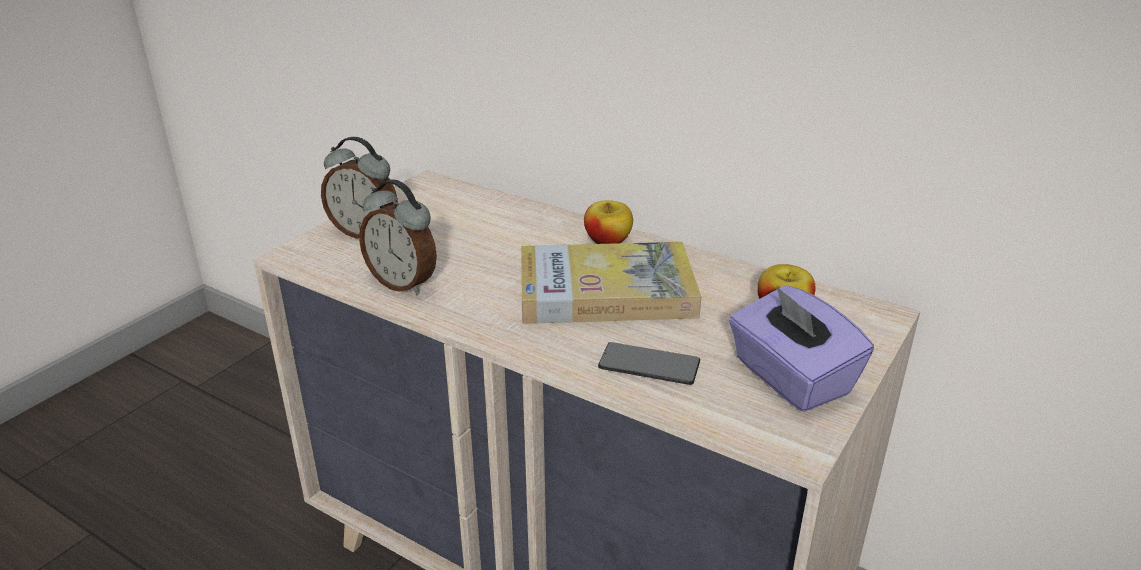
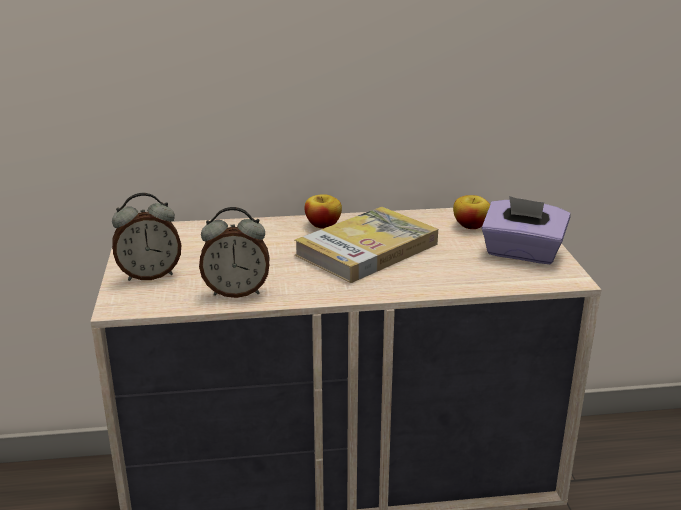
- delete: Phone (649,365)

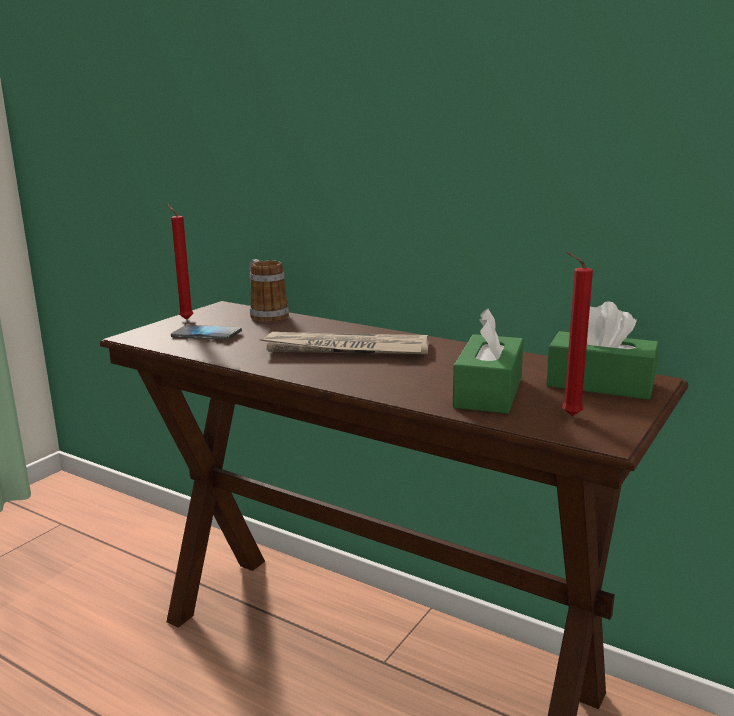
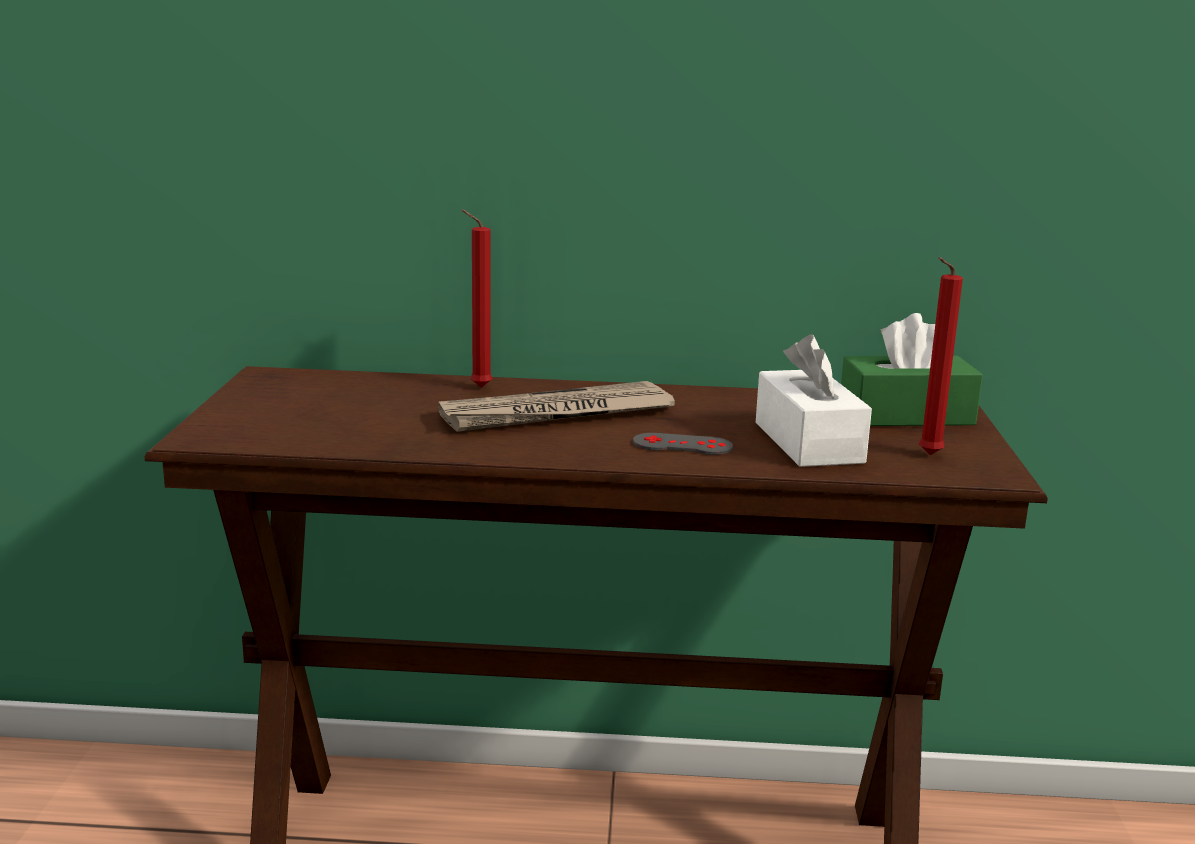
- move: RedCandle (185,319) to (477,387)
- insert: GreyGameController (682,445)
- recolor: GreenColouredTissueBox (488,392) to WhitishTissueBox (808,442)
- delete: Phone (206,334)
- delete: TeaMug (265,315)

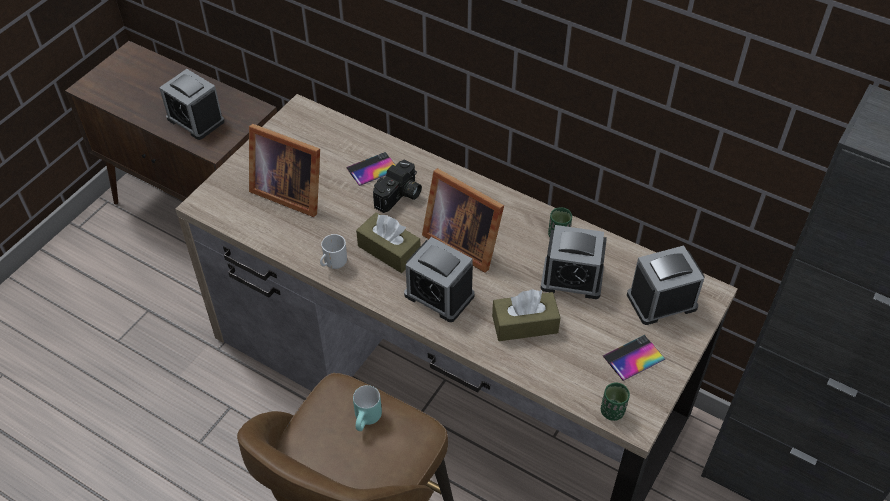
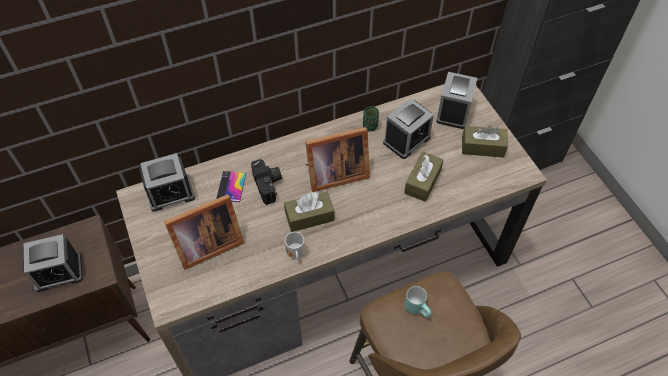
- move: TableClock (439,295) to (170,193)
- replace: Phone (633,358) to BrownColouredTissueBox (482,147)
- delete: GreenColouredSmallCup (612,411)

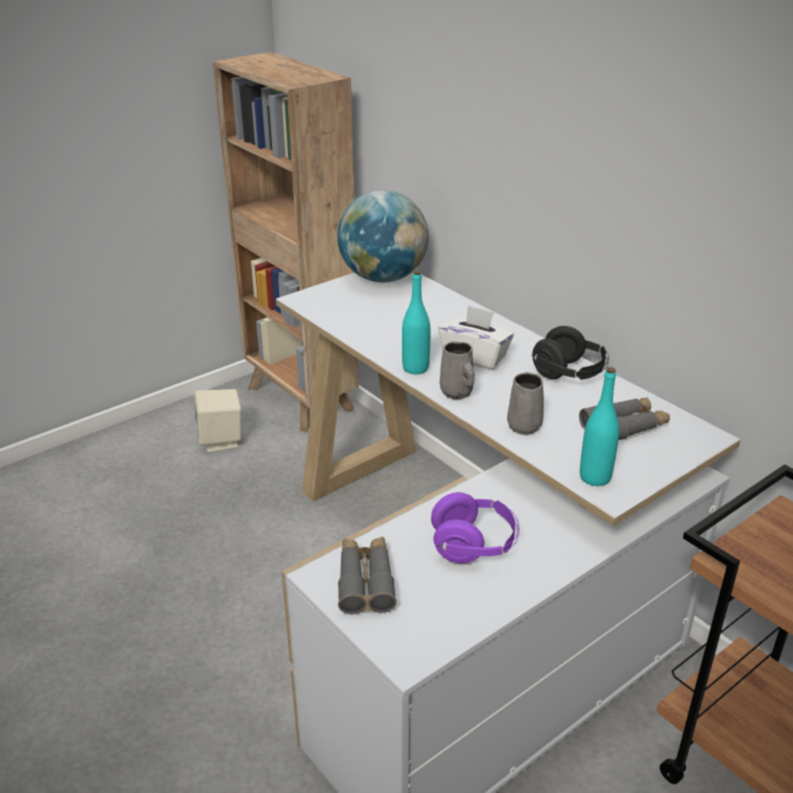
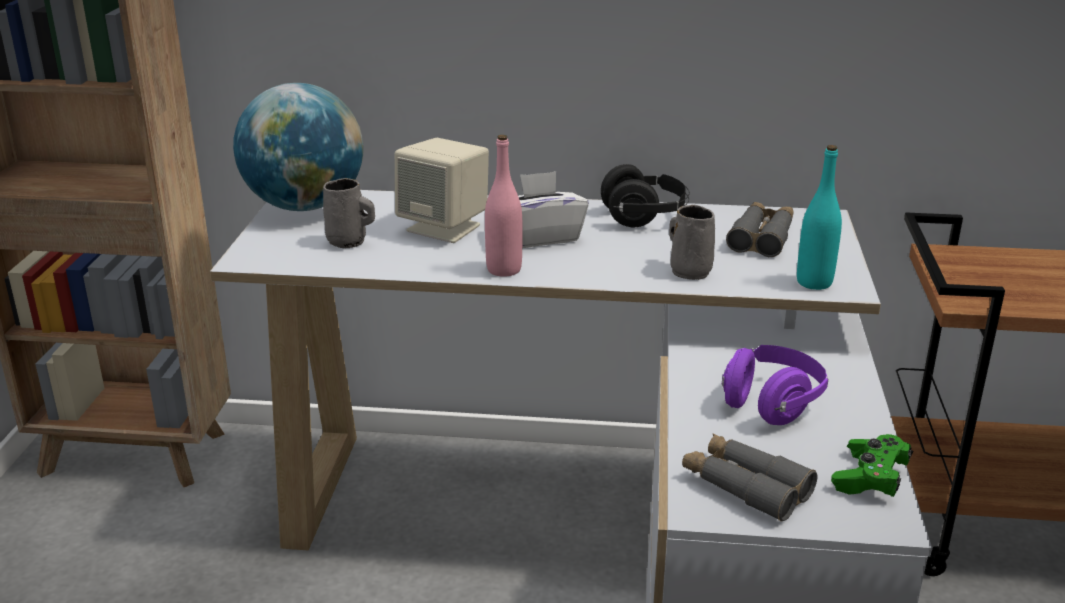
- move: GreyTeaMug (457,393) to (349,242)
- move: BeigeColouredAudioSpeaker (221,440) to (445,228)
- recolor: BlueGreenDrinkBottle (415,368) to PinkDrinkBottle (504,269)
- insert: GreenColouredGameController (870,478)

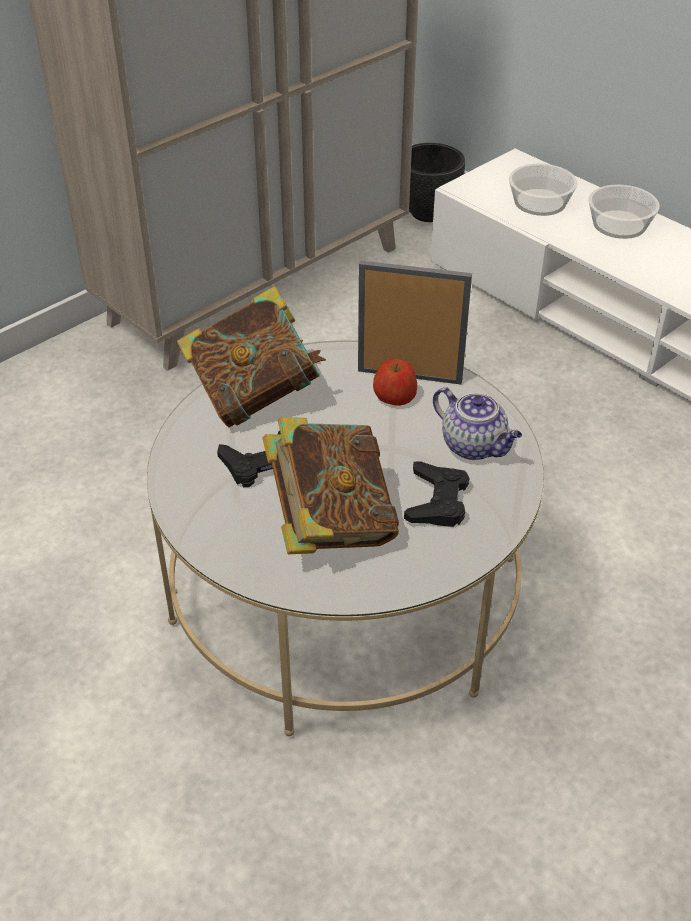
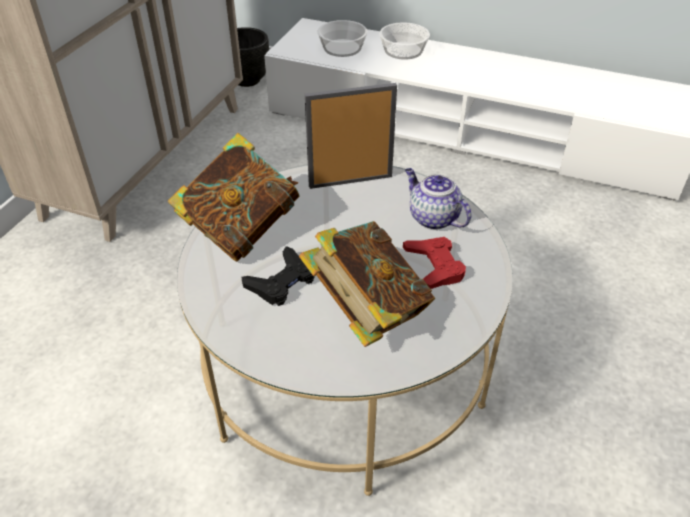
- recolor: BlackishGameController (437,501) to RedGameController (434,266)
- rotate: TeaPot (475,446) = (432,218) 150 degrees counterclockwise
- delete: Apple (394,397)

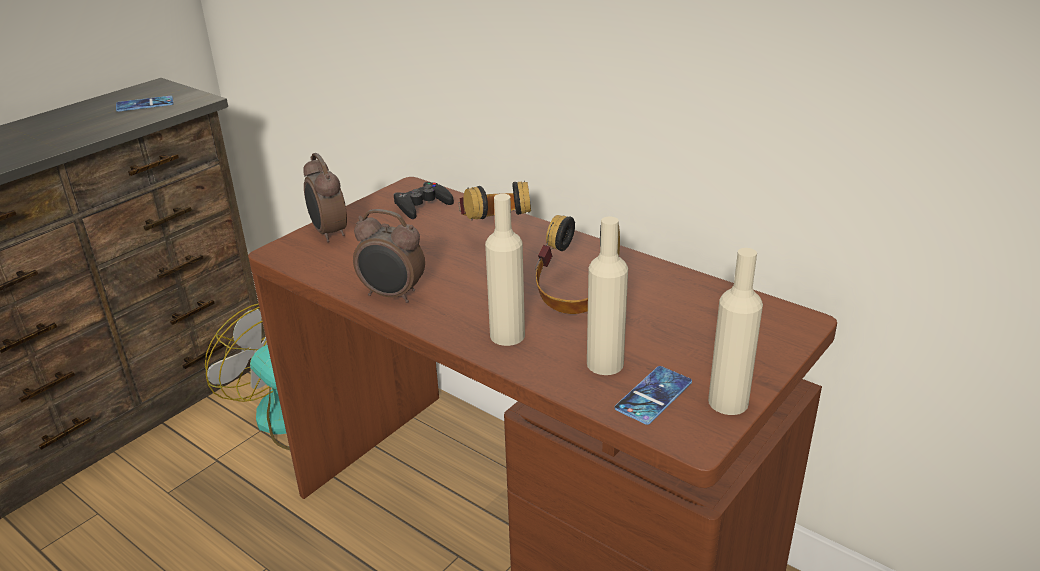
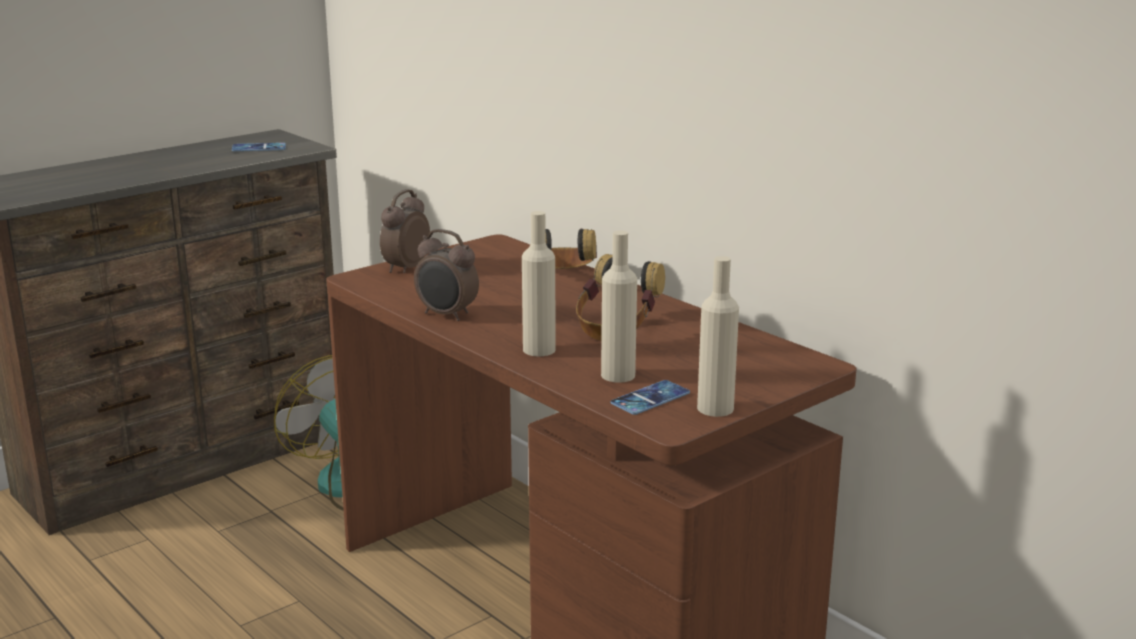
- rotate: TableClock (328,233) = (405,268) 45 degrees clockwise
- delete: BlackishGameController (422,206)

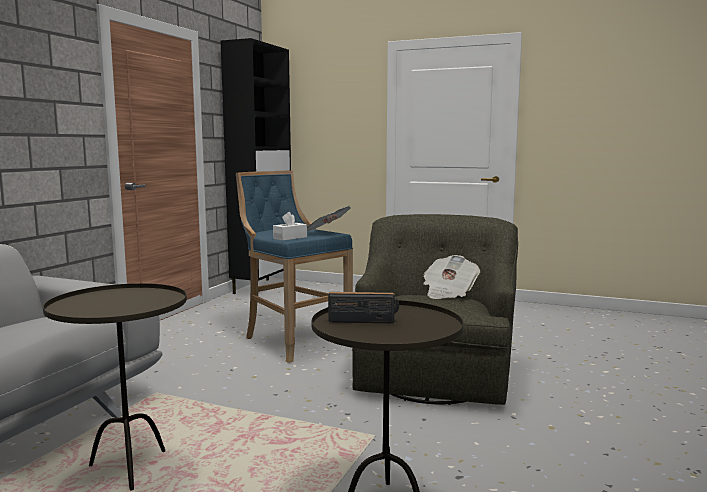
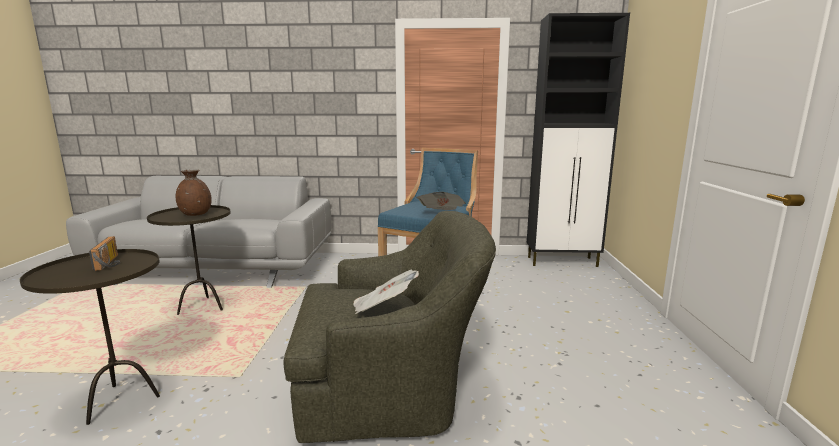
- insert: BrownColouredVase (196,214)
- delete: WhitishTissueBox (290,238)

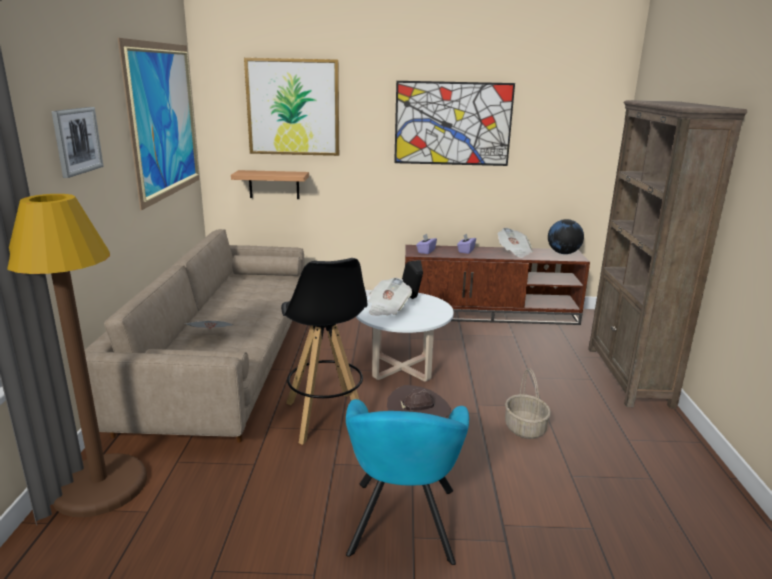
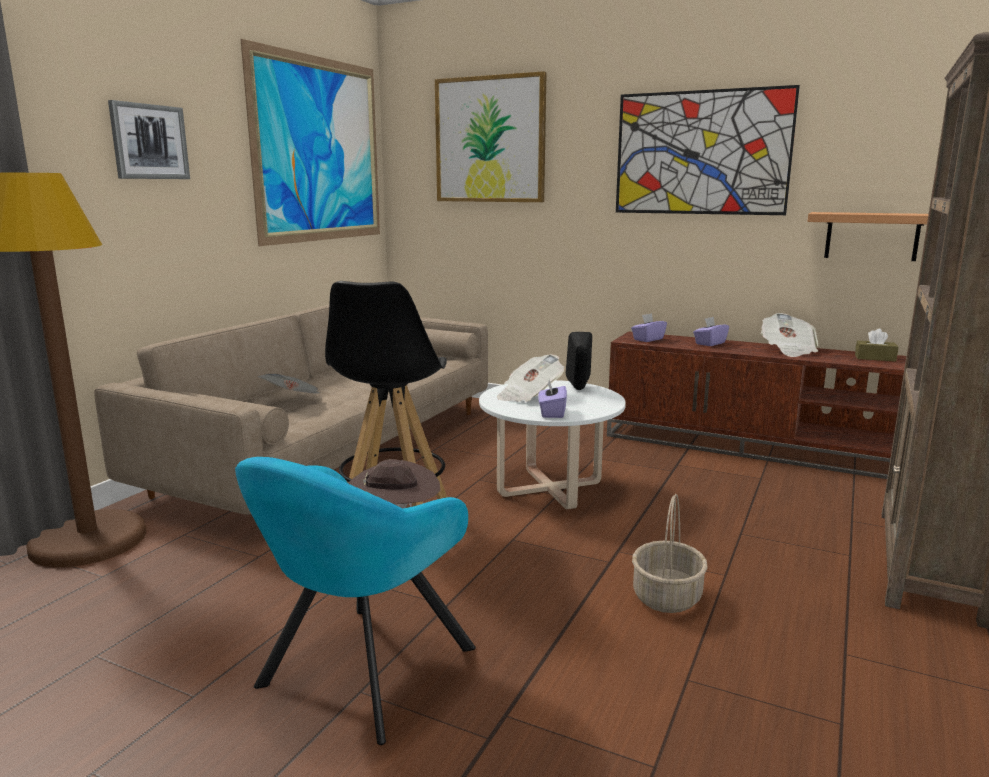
- insert: PurpleTissueBox (552,413)
- move: BracketShelf (274,184) to (872,236)
- replace: DeskGlobe (563,253) to BrownColouredTissueBox (875,358)

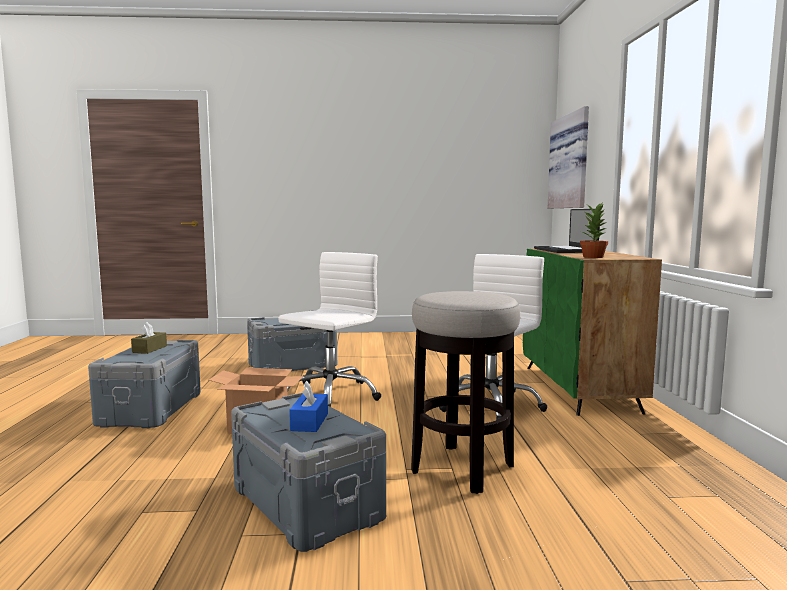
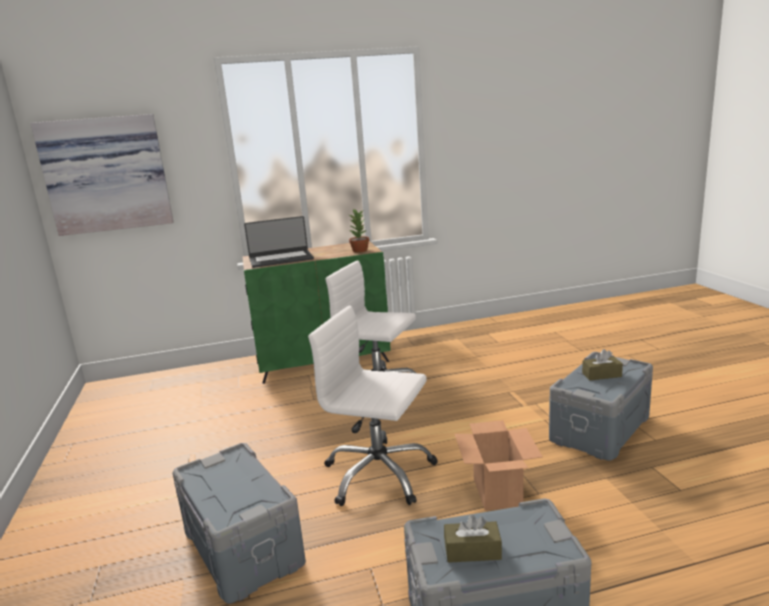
- recolor: BluishTissueBox (309,422) to BrownColouredTissueBox (601,375)
- delete: StoolSeat (462,468)

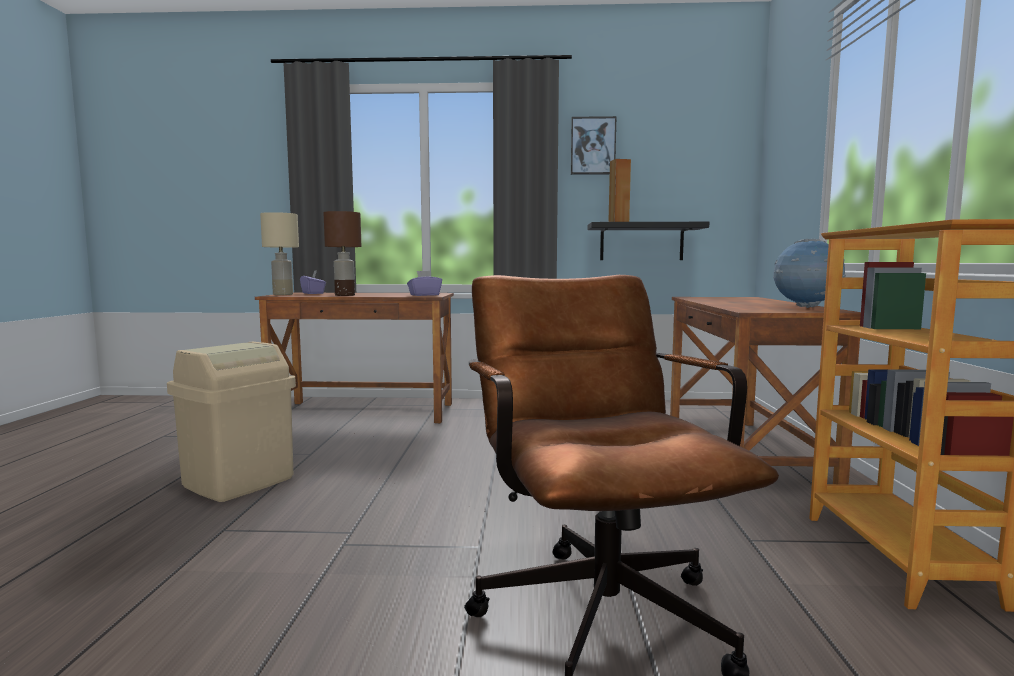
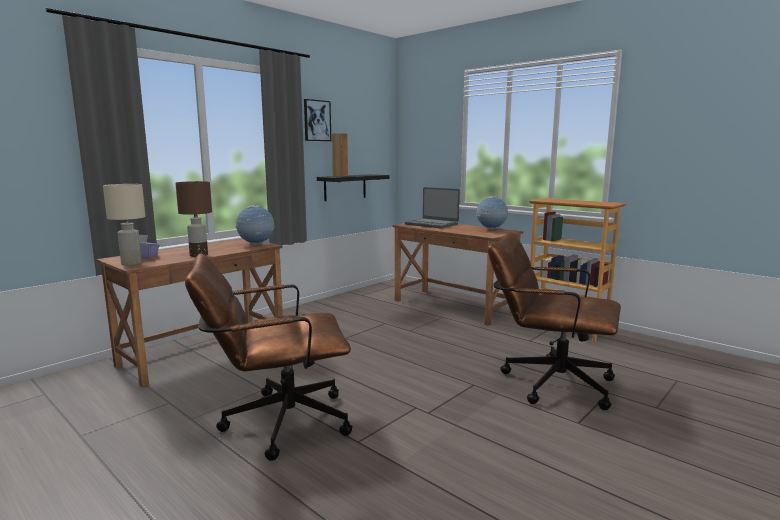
- replace: BeigeColouredWasteBin (238,481) to BrownColouredDeskChair (276,423)
- replace: PurpleTissueBox (424,295) to DeskGlobe (256,245)
- insert: NotebookComputer (432,224)

